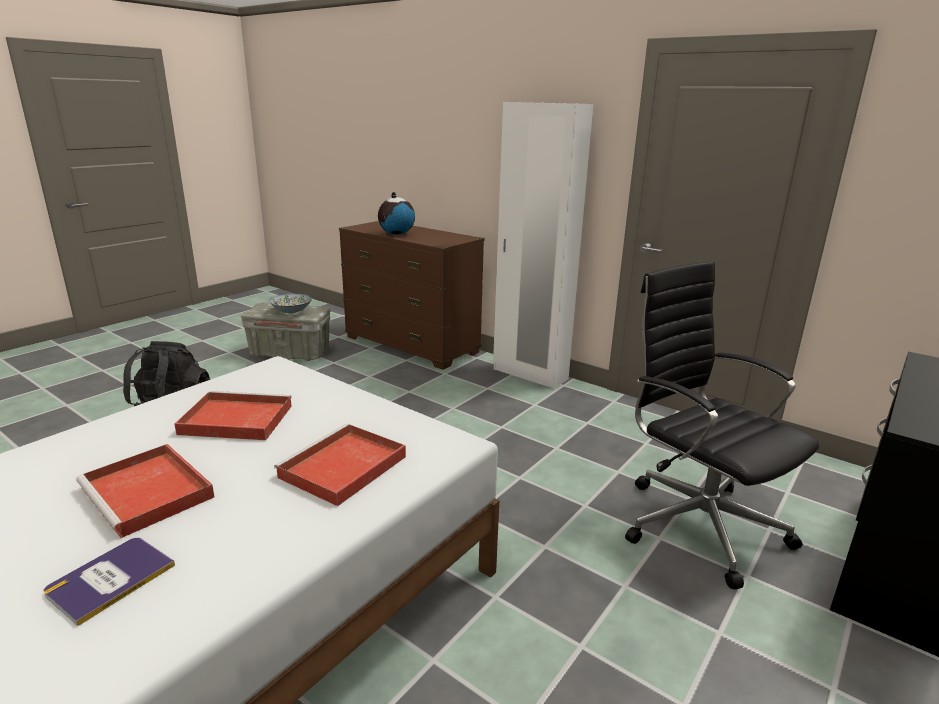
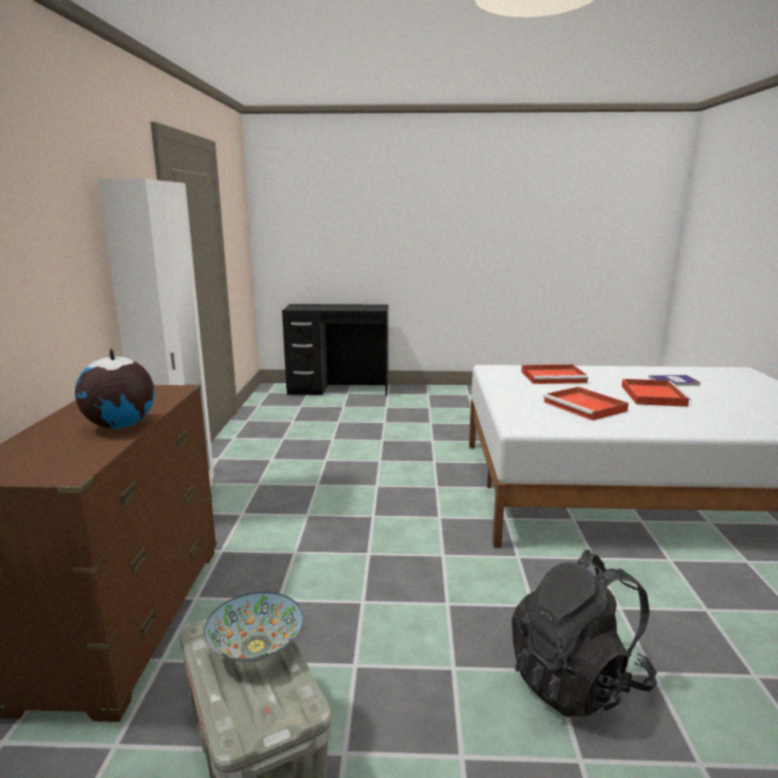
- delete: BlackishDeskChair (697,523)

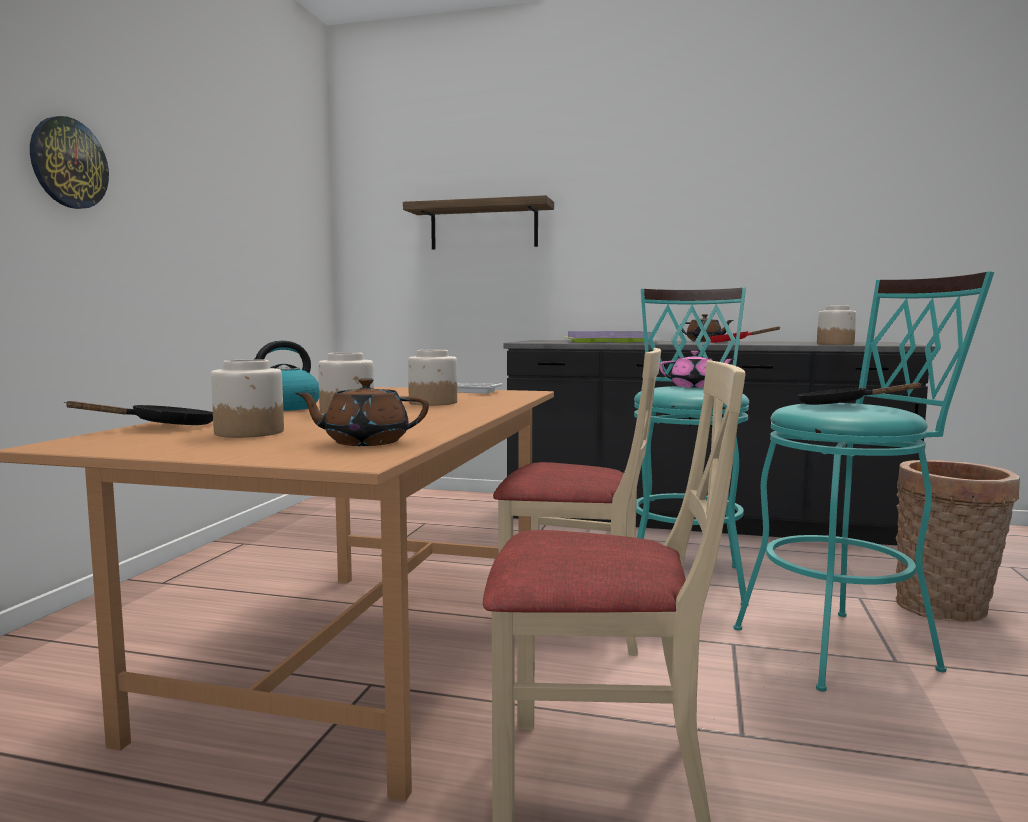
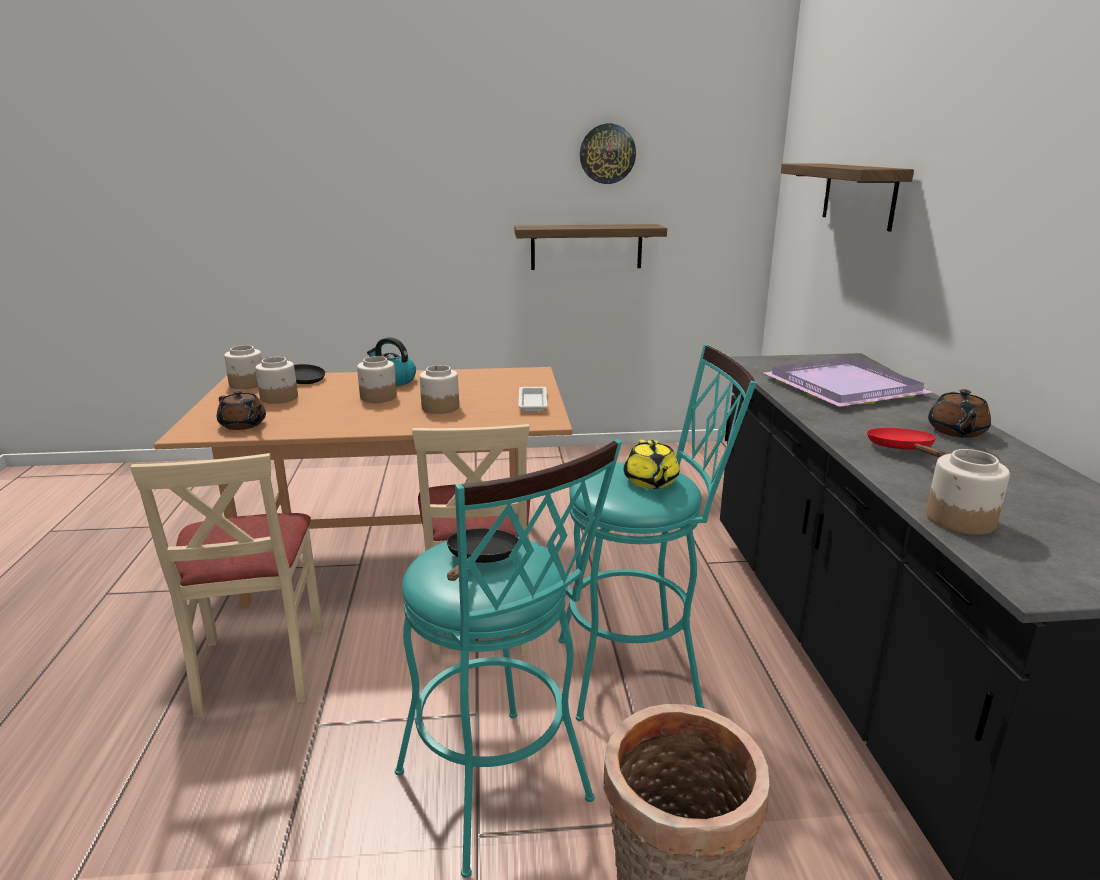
- rotate: BrownColouredTeaPot (365,442) = (243,425) 150 degrees clockwise
- insert: PreserveJar (247,384)
- insert: BracketShelf (586,247)
- move: ClockOnTheWall (68,163) to (607,154)
- recolor: PinkTeaPot (694,386) to YellowColouredTeaPot (650,481)

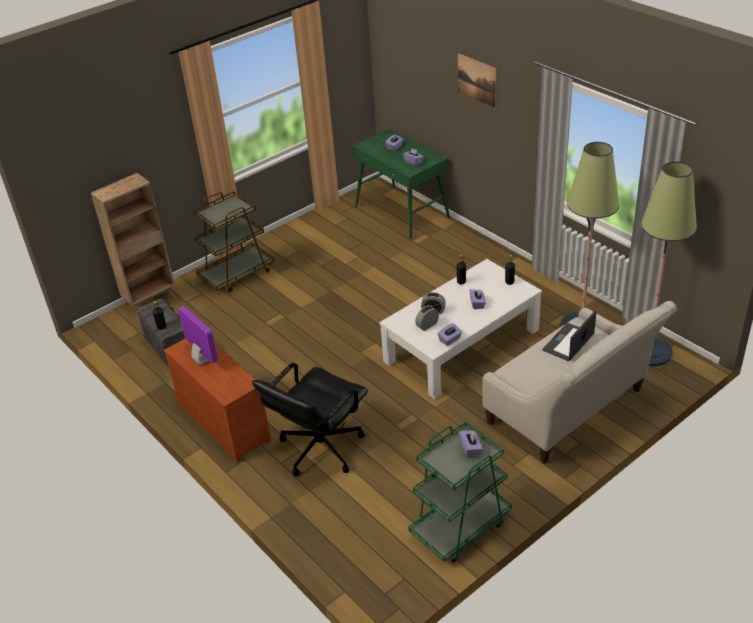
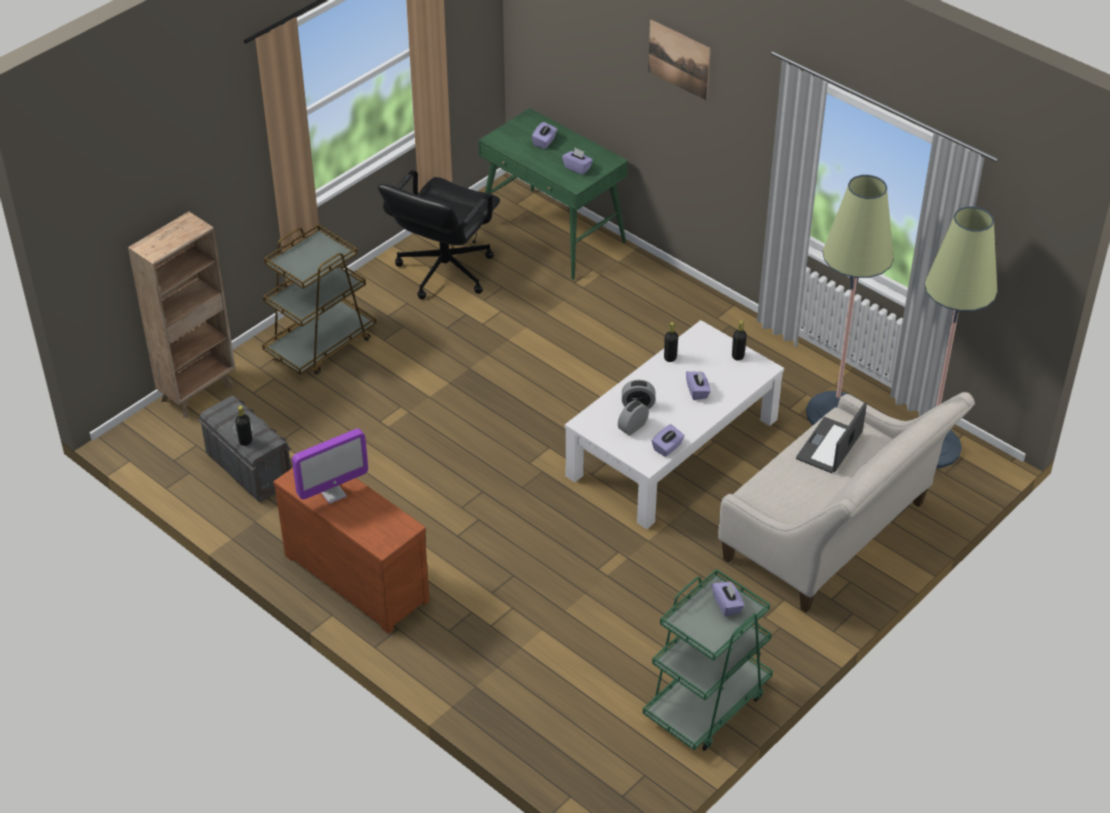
- rotate: ComputerScreen (202,359) = (333,493) 105 degrees clockwise
- move: BlackishDeskChair (320,448) to (443,271)

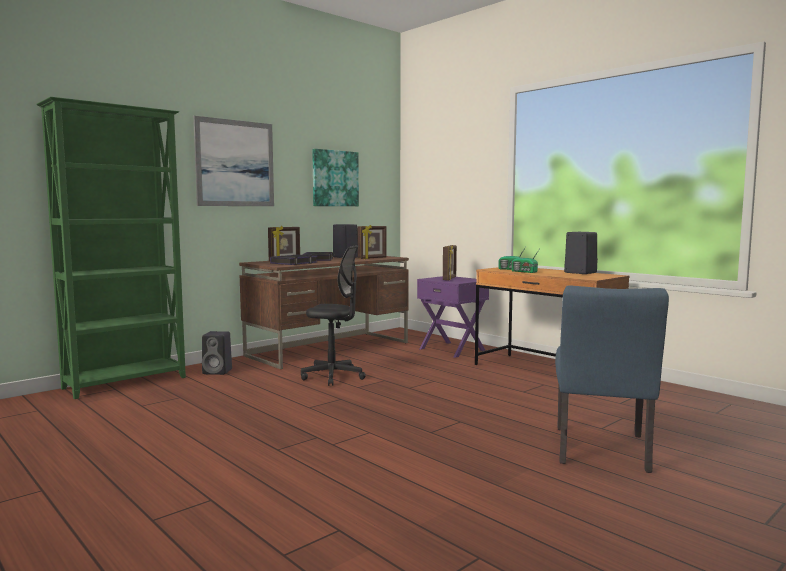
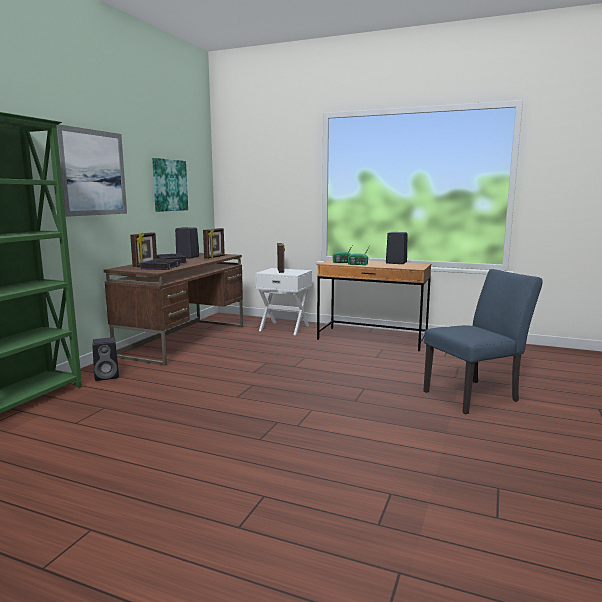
- recolor: PurpleBedsideTable (452,349) to WhitishBedsideTable (284,328)
- rotate: BluishChair (601,452) = (476,395) 105 degrees counterclockwise
- delete: BlackishDeskChair (333,377)

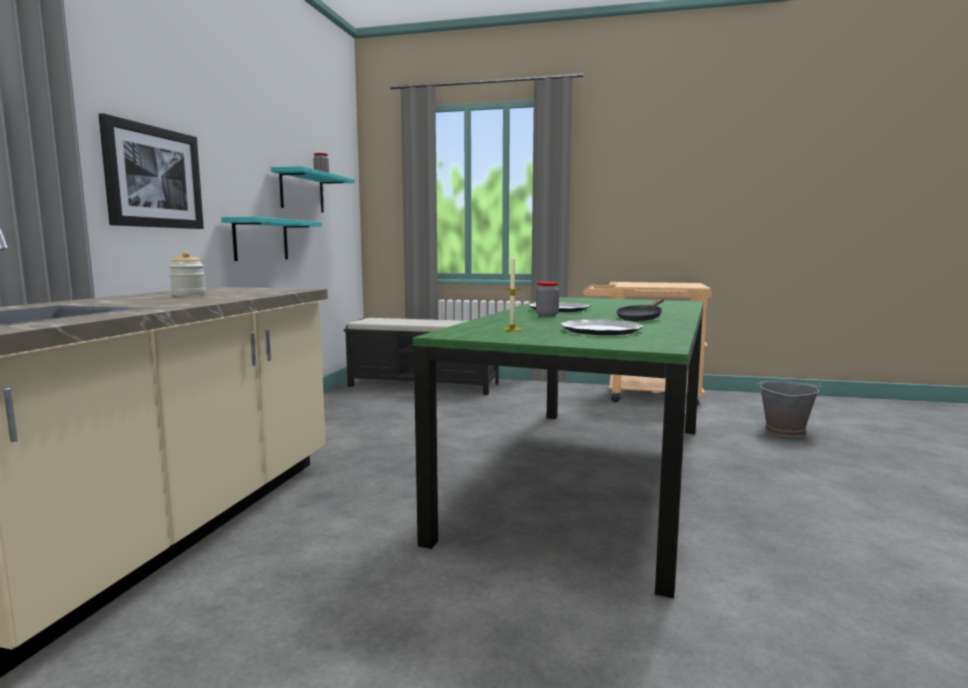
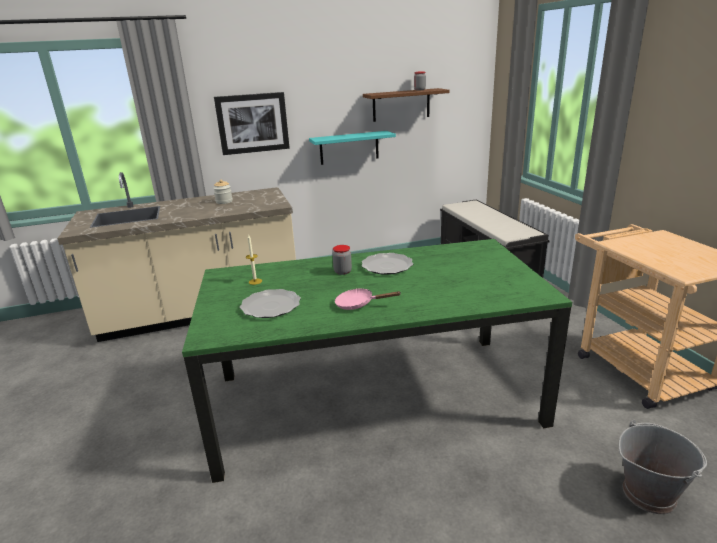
- recolor: BlackishPan (641,319) to PinkPan (358,304)
- recolor: BlueGreenBracketShelf (302,192) to BrownColouredBracketShelf (401,105)

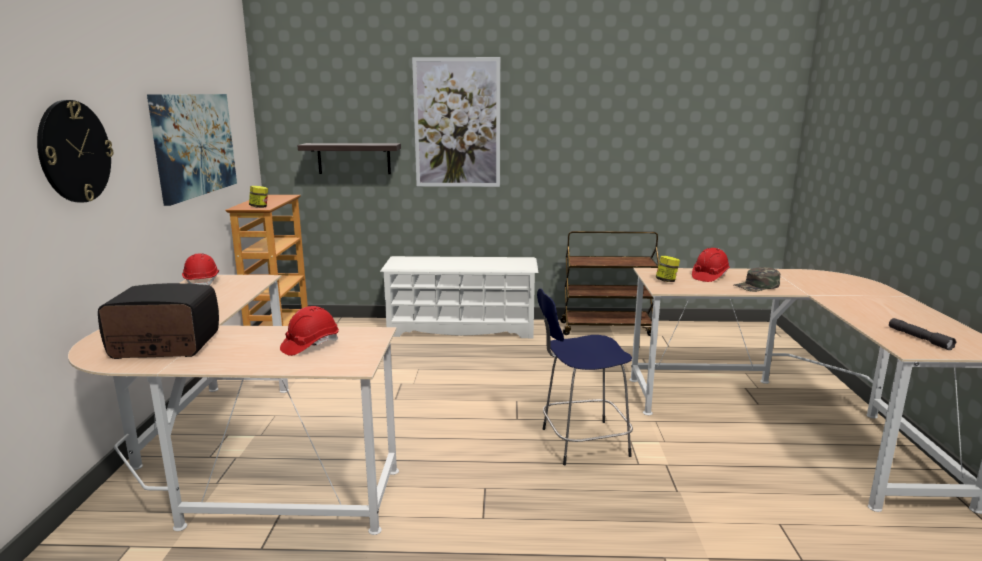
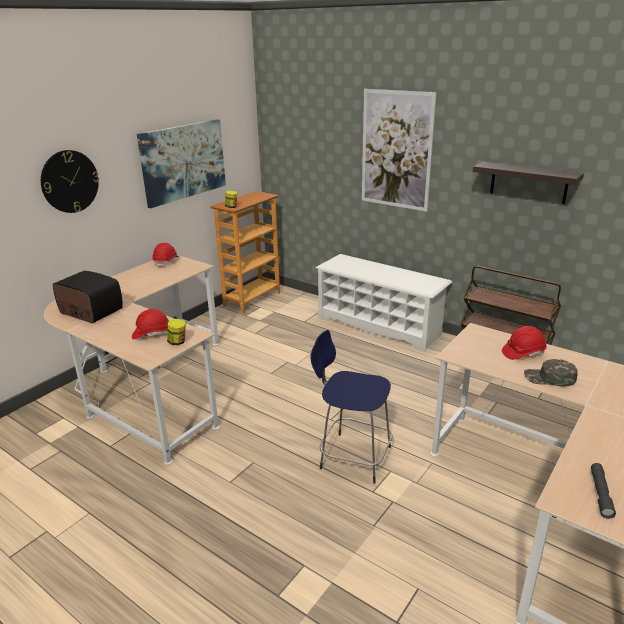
- move: PreserveJar (666,281) to (177,342)
- move: BracketShelf (354,158) to (528,182)

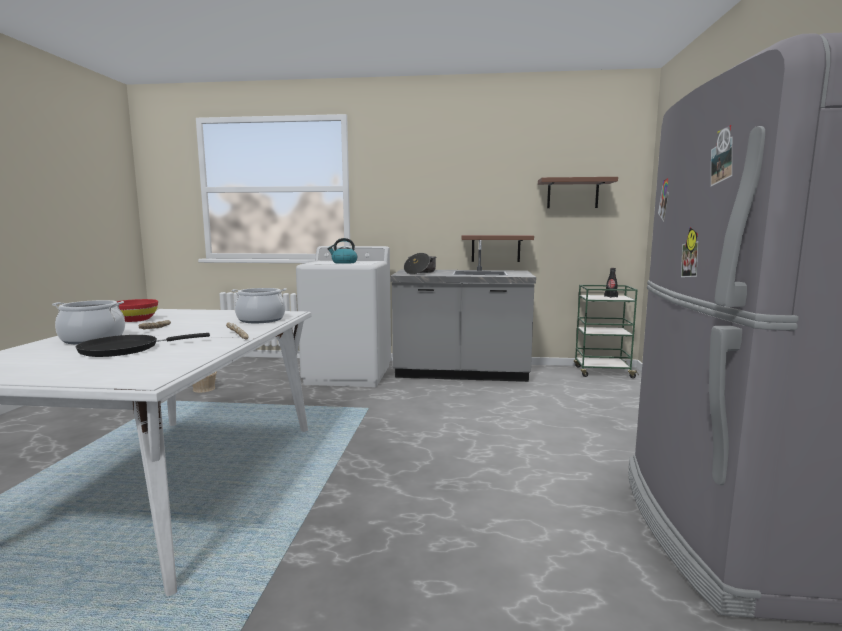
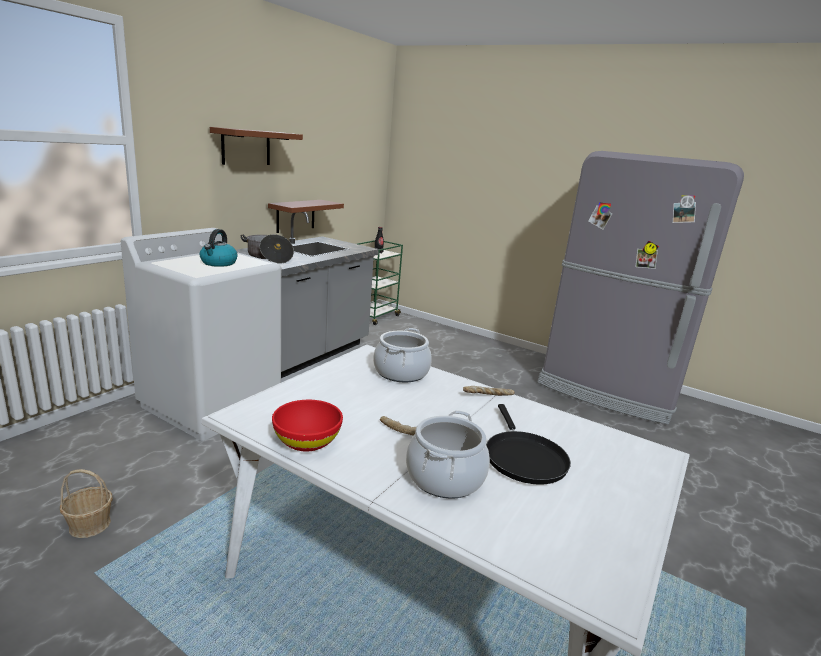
- move: BrownColouredBracketShelf (572,194) to (246,147)

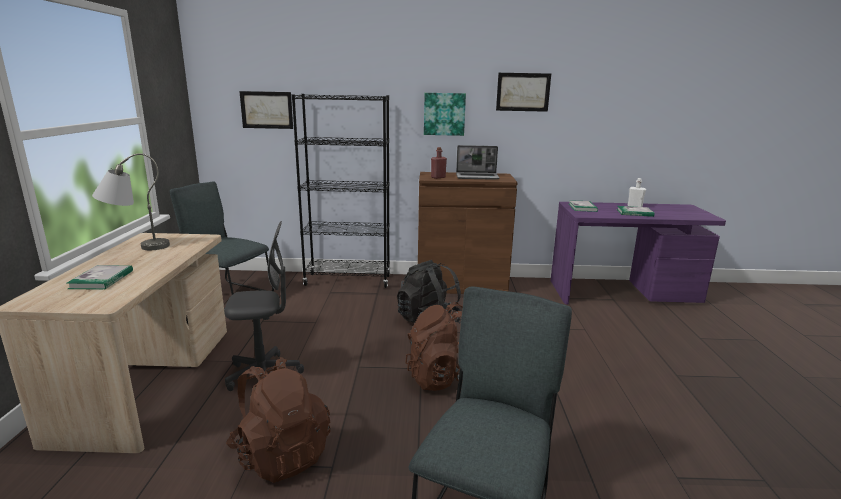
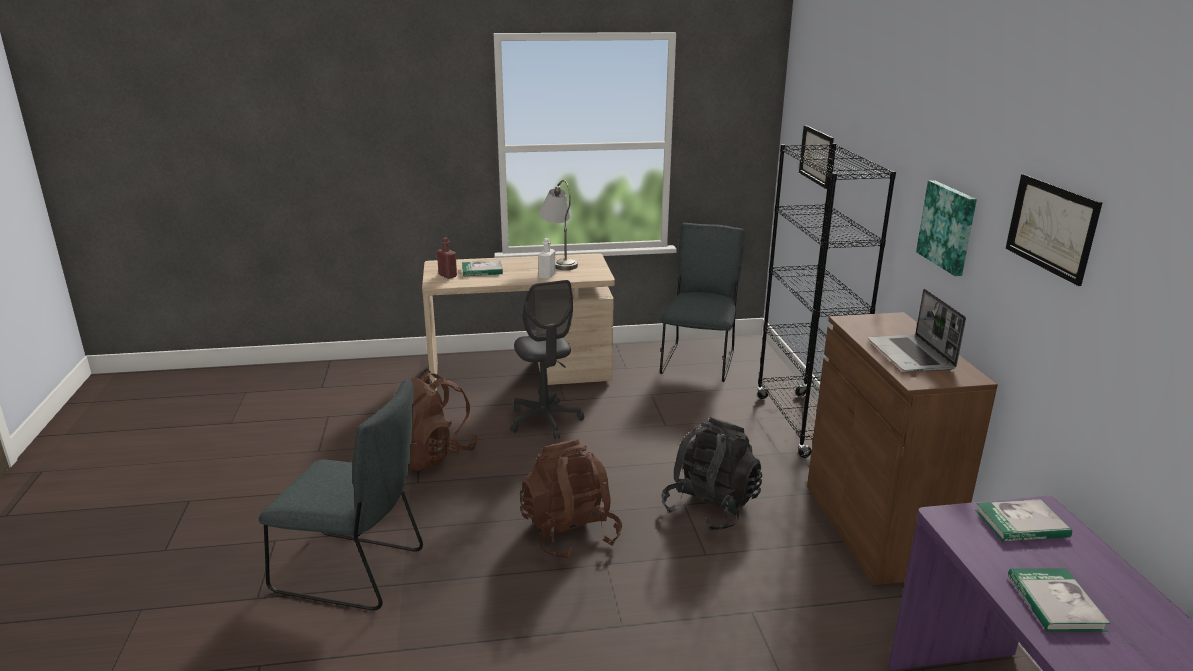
- move: RedDrinkBottle (438,177) to (447,276)
- move: WhitishDrinkBottle (634,206) to (547,276)

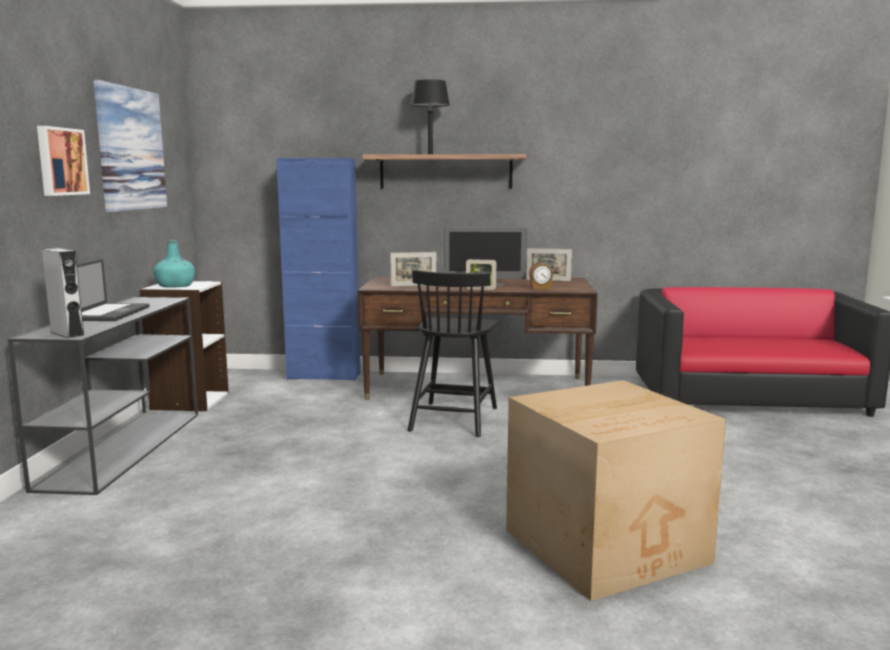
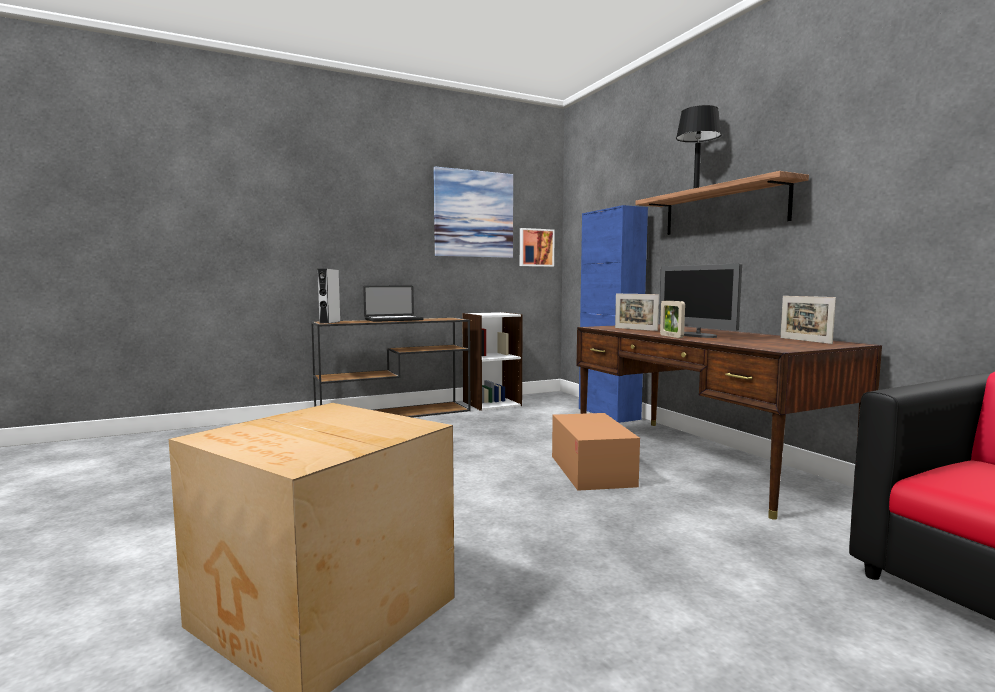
- recolor: GreyConsoleTable (124,447) to BrownColouredConsoleTable (395,413)
- move: Picture (61,161) to (536,247)
- replace: BlackishChair (454,418) to PackingBox (591,470)
- delete: BlueGreenDrinkBottle (175,286)
- delete: TableClock (540,288)

